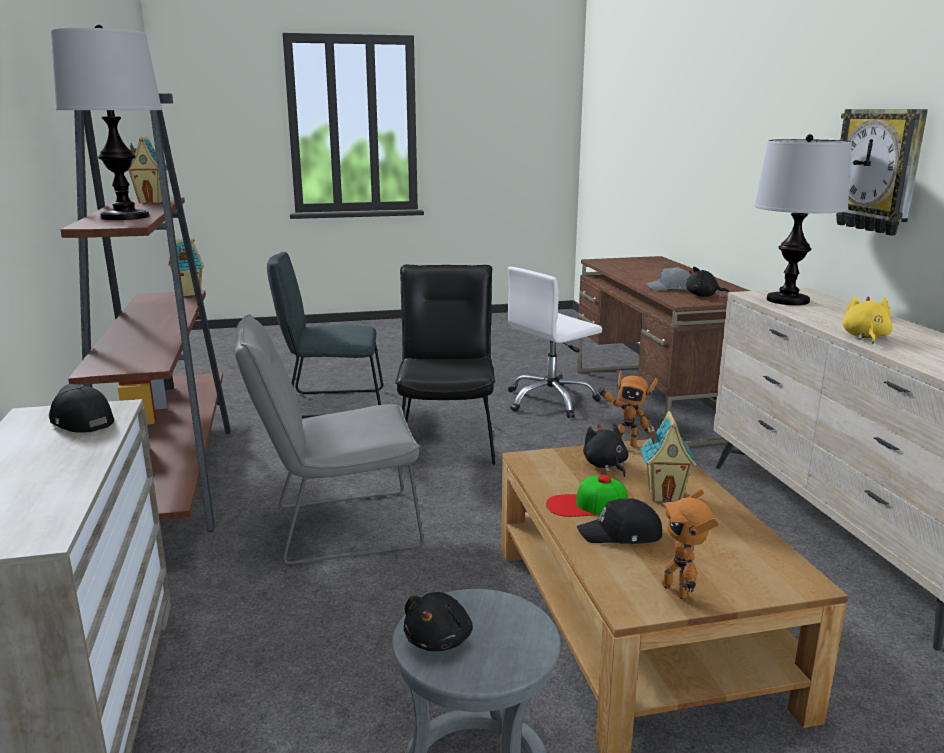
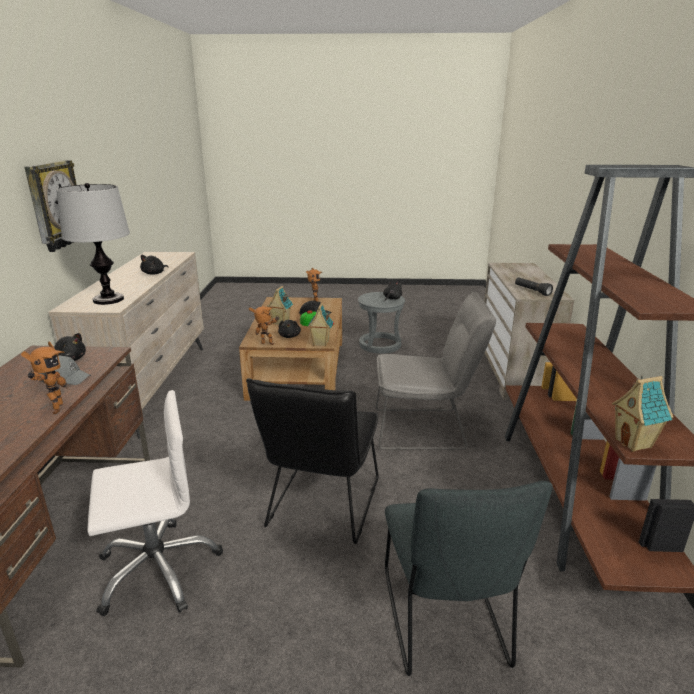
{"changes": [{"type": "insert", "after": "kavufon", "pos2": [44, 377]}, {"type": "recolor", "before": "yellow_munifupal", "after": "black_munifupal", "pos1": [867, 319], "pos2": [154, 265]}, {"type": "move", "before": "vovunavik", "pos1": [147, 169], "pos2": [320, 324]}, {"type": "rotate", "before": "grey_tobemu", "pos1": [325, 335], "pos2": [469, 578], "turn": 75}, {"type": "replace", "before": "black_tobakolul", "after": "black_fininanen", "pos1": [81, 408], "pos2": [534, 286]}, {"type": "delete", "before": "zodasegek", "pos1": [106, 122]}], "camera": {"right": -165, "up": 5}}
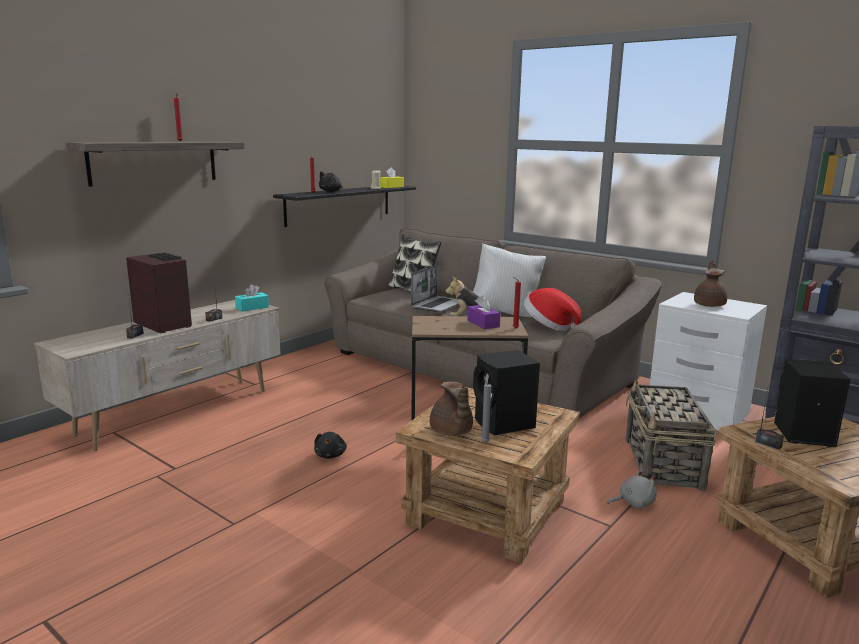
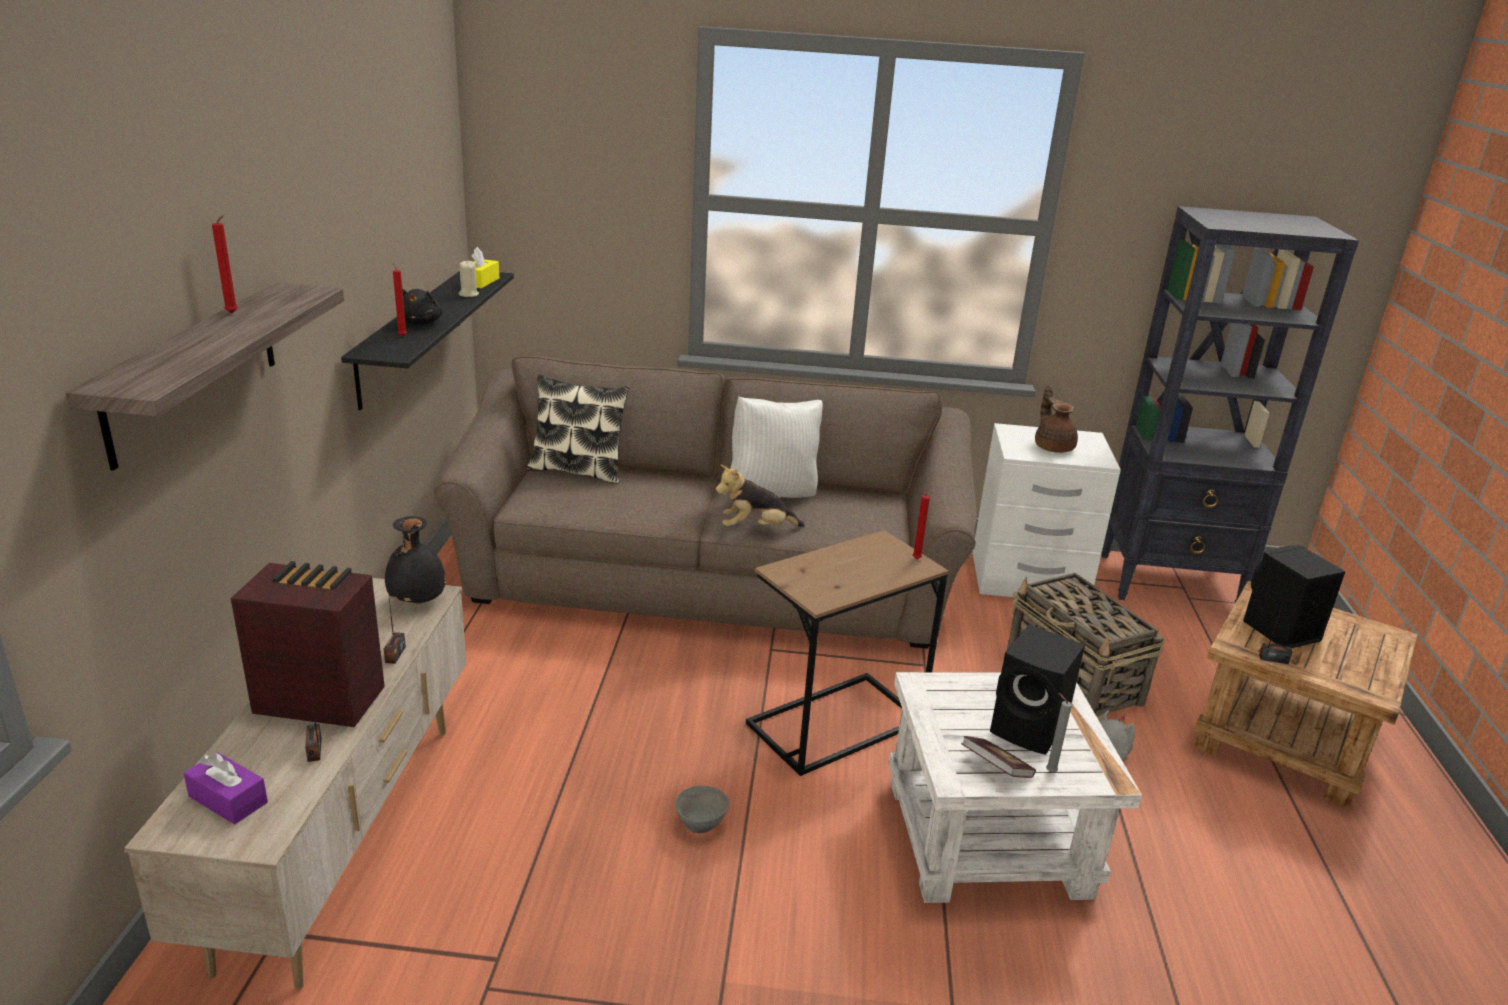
{"changes": [{"type": "move", "before": "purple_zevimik", "pos1": [484, 312], "pos2": [225, 788]}, {"type": "replace", "before": "turquoise_zevimik", "after": "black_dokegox", "pos1": [252, 298], "pos2": [415, 560]}, {"type": "replace", "before": "black_munifupal", "after": "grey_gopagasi", "pos1": [330, 445], "pos2": [702, 809]}, {"type": "recolor", "before": "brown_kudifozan", "after": "white_kudifozan", "pos1": [488, 475], "pos2": [1015, 787]}, {"type": "replace", "before": "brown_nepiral", "after": "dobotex", "pos1": [451, 409], "pos2": [998, 757]}, {"type": "delete", "before": "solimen", "pos1": [434, 288]}, {"type": "delete", "before": "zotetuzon", "pos1": [553, 309]}], "camera": {"right": -35, "up": 10}}
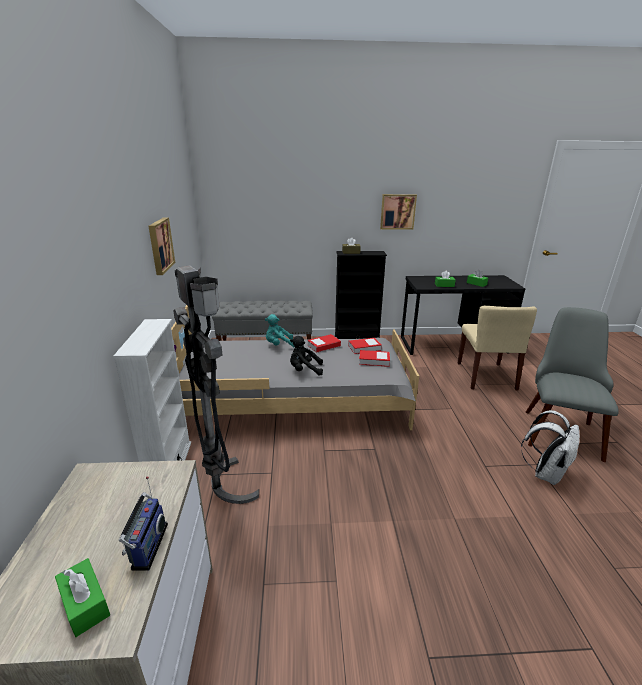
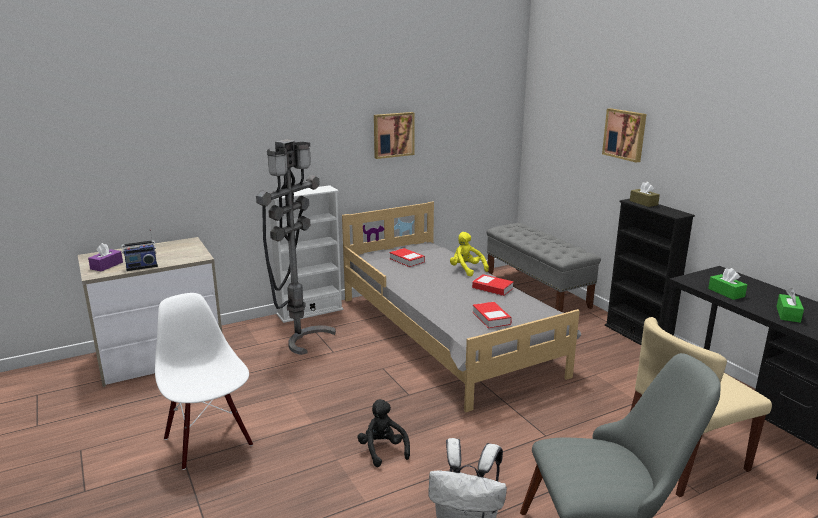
{"changes": [{"type": "recolor", "before": "green_zevimik", "after": "purple_zevimik", "pos1": [82, 597], "pos2": [105, 257]}, {"type": "insert", "after": "white_tobemu", "pos2": [204, 381]}, {"type": "move", "before": "black_munifupal", "pos1": [306, 356], "pos2": [383, 433]}, {"type": "move", "before": "dobotex", "pos1": [364, 346], "pos2": [407, 257]}, {"type": "recolor", "before": "turquoise_munifupal", "after": "yellow_munifupal", "pos1": [279, 330], "pos2": [469, 254]}, {"type": "move", "before": "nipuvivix", "pos1": [398, 212], "pos2": [624, 135]}], "camera": {"right": 65, "up": -5}}
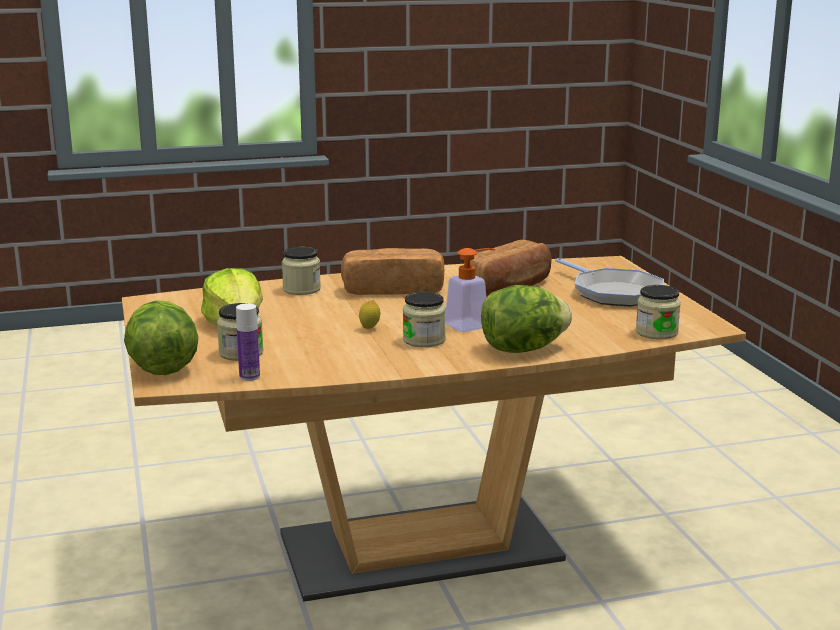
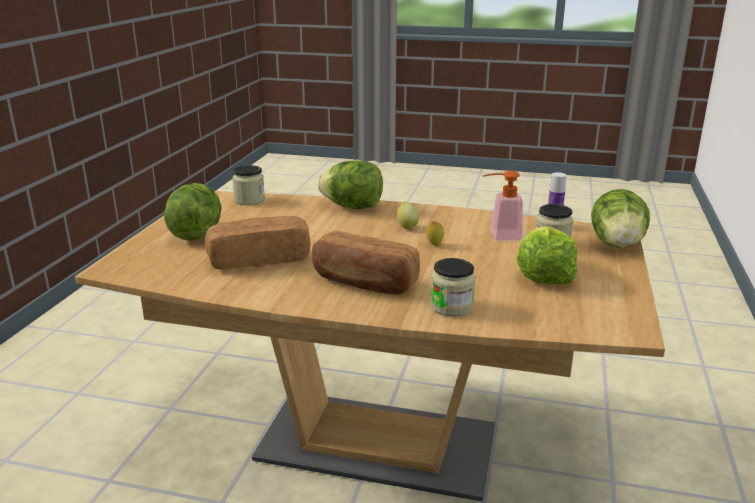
{"changes": [{"type": "replace", "before": "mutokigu", "after": "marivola", "pos1": [609, 282], "pos2": [192, 212]}, {"type": "replace", "before": "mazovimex", "after": "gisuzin", "pos1": [424, 319], "pos2": [408, 215]}, {"type": "move", "before": "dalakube", "pos1": [470, 290], "pos2": [503, 205]}], "camera": {"right": -150, "up": 5}}
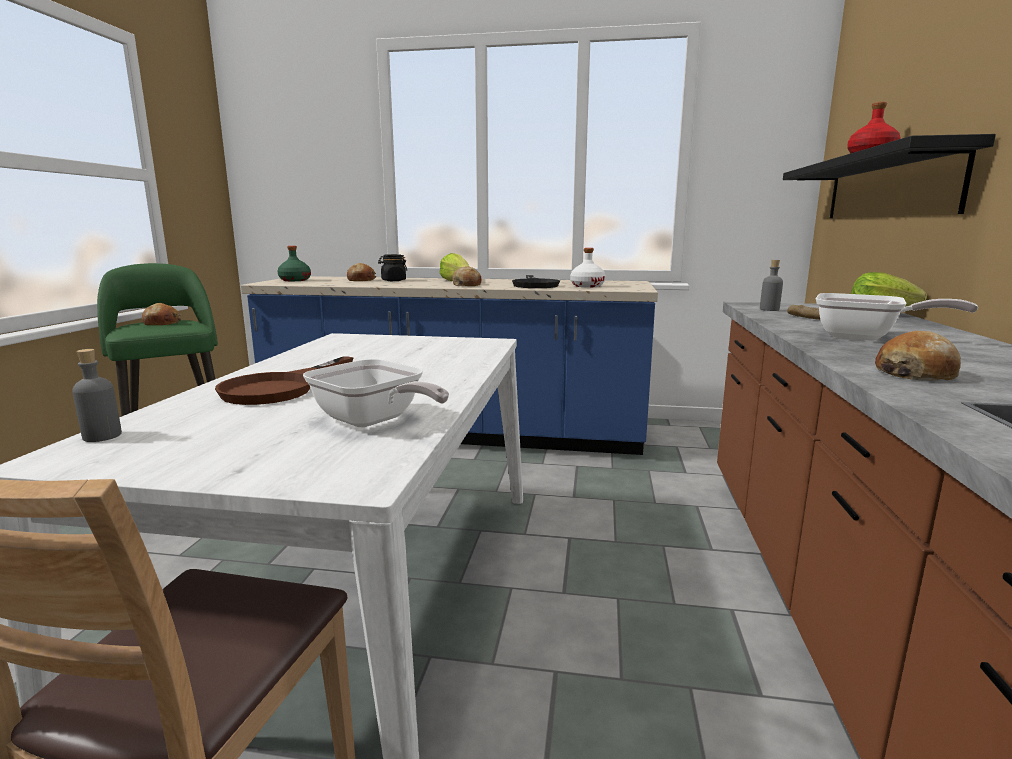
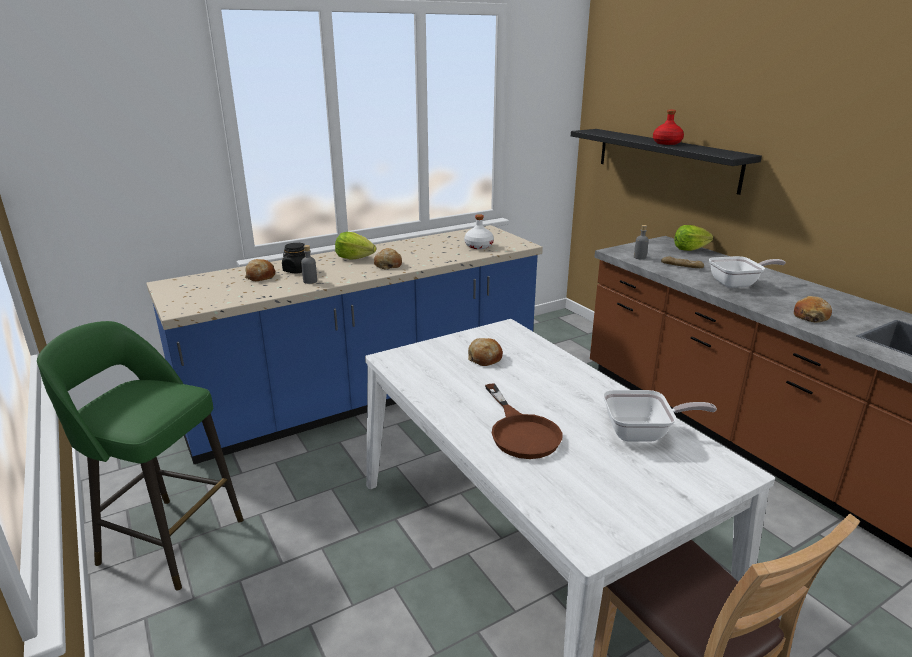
{"changes": [{"type": "move", "before": "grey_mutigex", "pos1": [97, 395], "pos2": [309, 264]}, {"type": "move", "before": "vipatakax", "pos1": [161, 314], "pos2": [485, 352]}, {"type": "delete", "before": "green_mutigex", "pos1": [294, 263]}, {"type": "delete", "before": "black_mutokigu", "pos1": [536, 281]}], "camera": {"right": -40, "up": 10}}
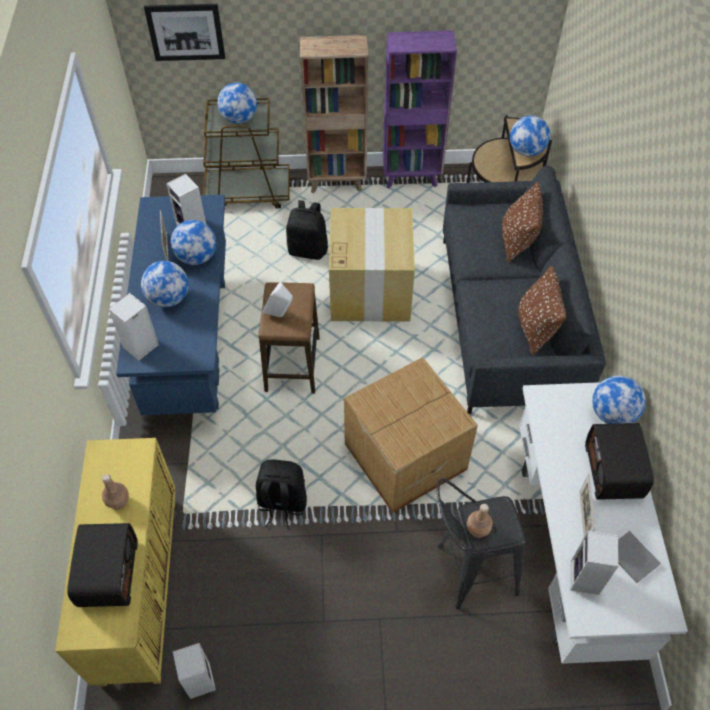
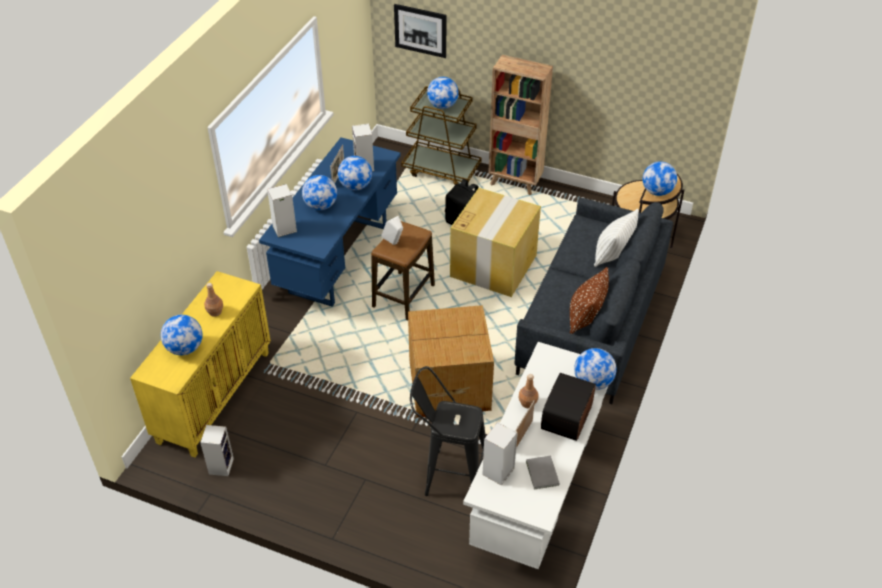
{"changes": [{"type": "replace", "before": "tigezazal", "after": "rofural", "pos1": [102, 565], "pos2": [182, 335]}, {"type": "move", "before": "brown_mutigex", "pos1": [480, 521], "pos2": [528, 391]}, {"type": "recolor", "before": "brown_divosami", "after": "white_divosami", "pos1": [522, 222], "pos2": [616, 238]}, {"type": "delete", "before": "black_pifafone", "pos1": [281, 494]}, {"type": "delete", "before": "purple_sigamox", "pos1": [420, 110]}], "camera": {"right": 25, "up": -10}}
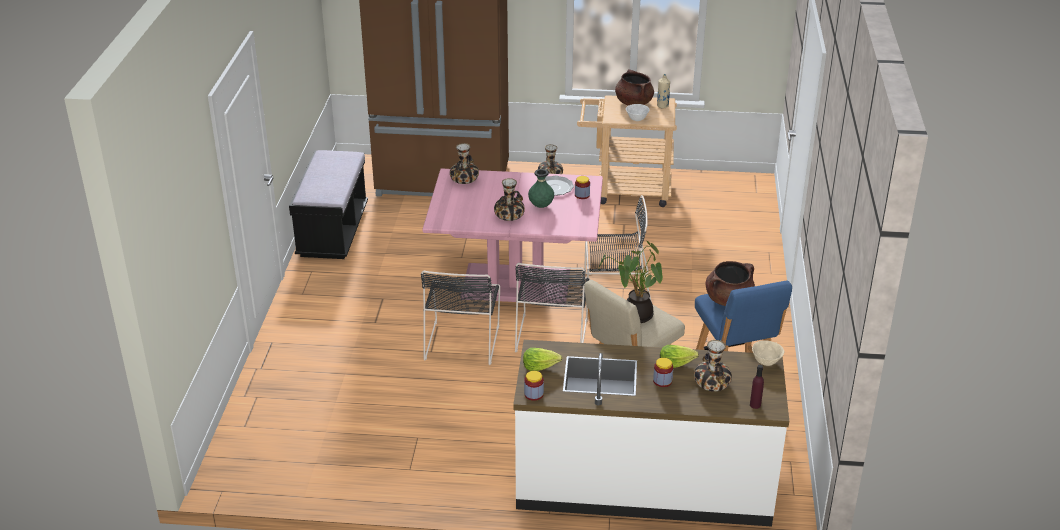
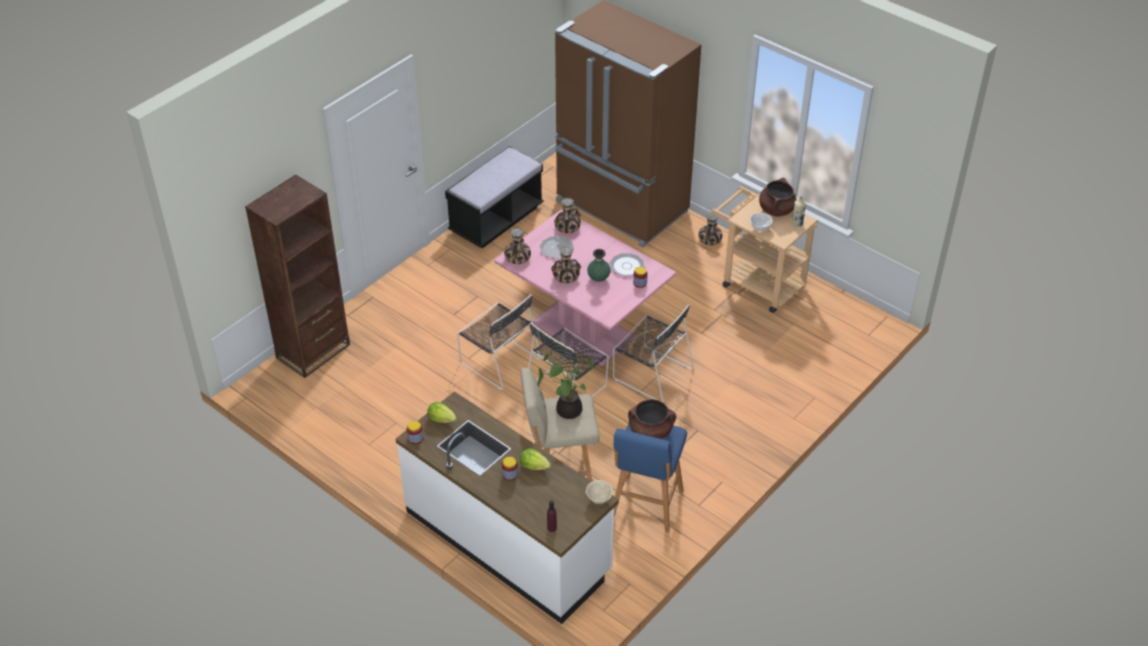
{"changes": [{"type": "insert", "after": "brown_sigamox", "pos2": [297, 276]}, {"type": "rotate", "before": "black_tobemu", "pos1": [460, 317], "pos2": [499, 342], "turn": -90}, {"type": "move", "before": "dokegox", "pos1": [713, 366], "pos2": [517, 246]}, {"type": "insert", "after": "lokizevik", "pos2": [557, 247]}], "camera": {"right": 35, "up": 10}}
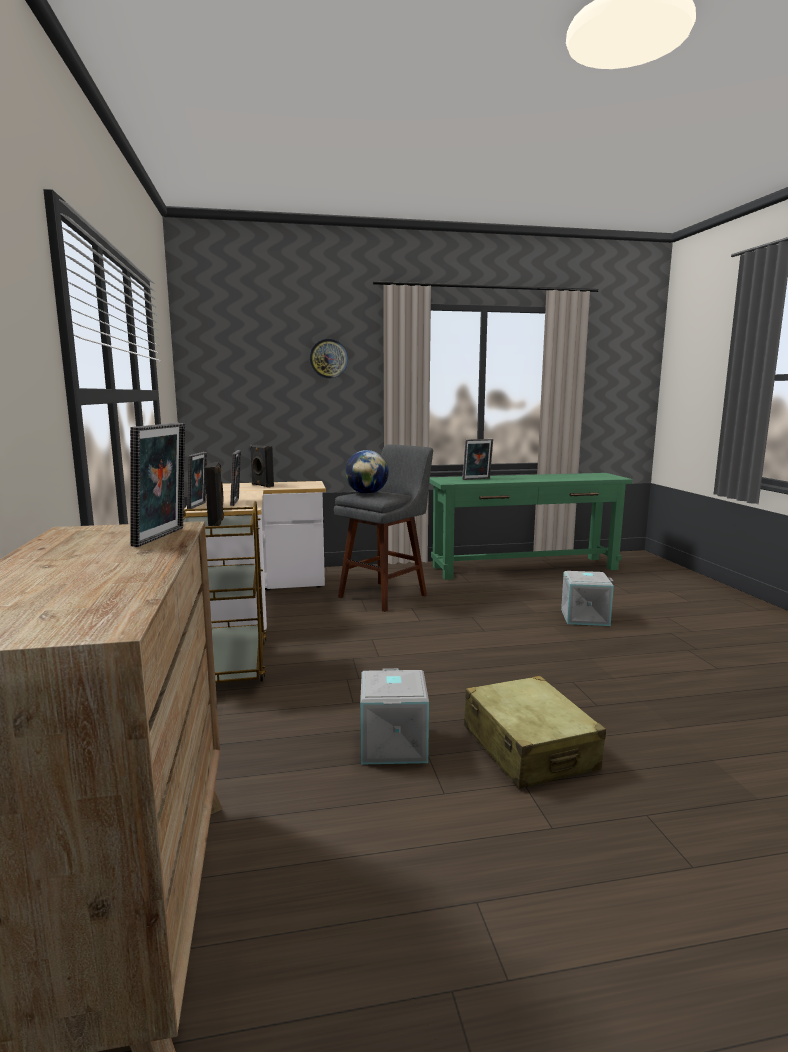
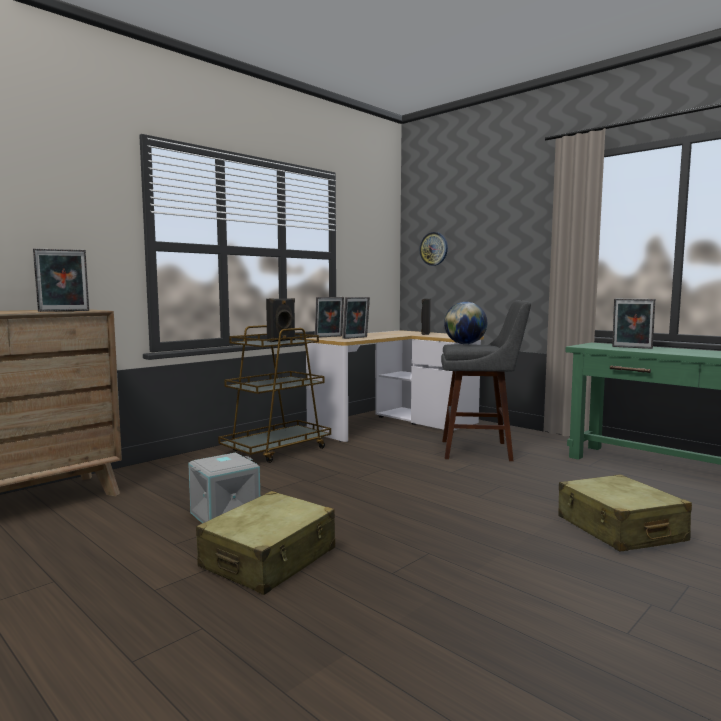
{"changes": [{"type": "move", "before": "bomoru", "pos1": [329, 358], "pos2": [434, 249]}, {"type": "replace", "before": "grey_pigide", "after": "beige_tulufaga", "pos1": [587, 598], "pos2": [625, 512]}], "camera": {"right": 55, "up": -5}}
